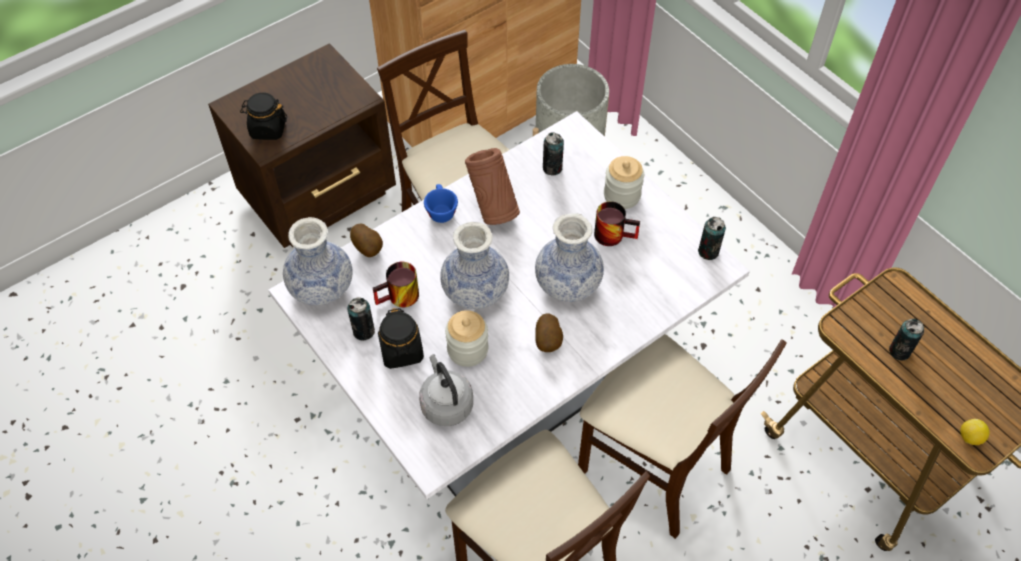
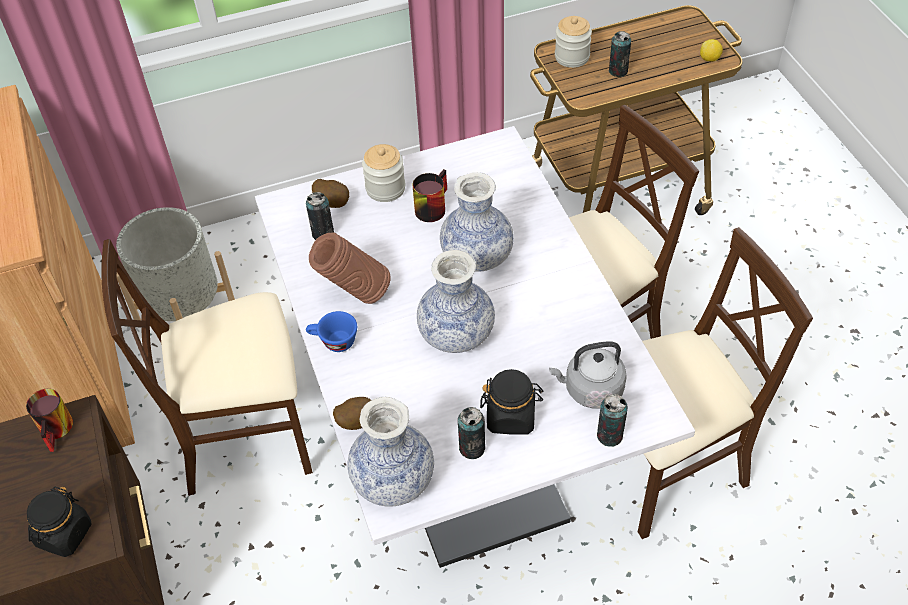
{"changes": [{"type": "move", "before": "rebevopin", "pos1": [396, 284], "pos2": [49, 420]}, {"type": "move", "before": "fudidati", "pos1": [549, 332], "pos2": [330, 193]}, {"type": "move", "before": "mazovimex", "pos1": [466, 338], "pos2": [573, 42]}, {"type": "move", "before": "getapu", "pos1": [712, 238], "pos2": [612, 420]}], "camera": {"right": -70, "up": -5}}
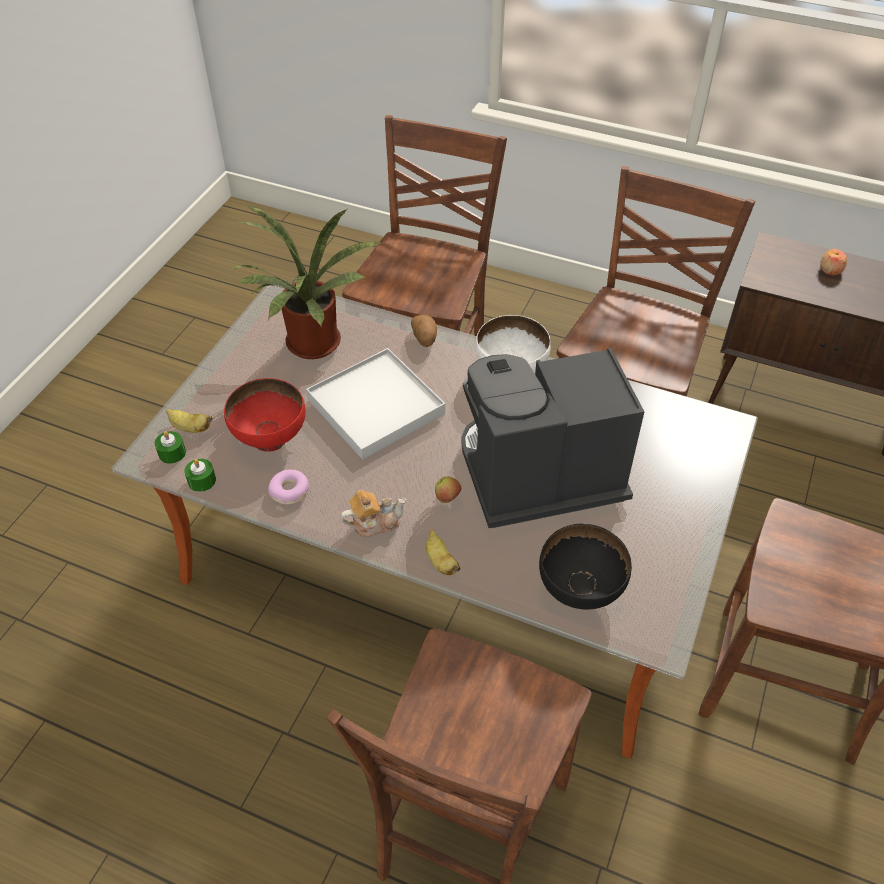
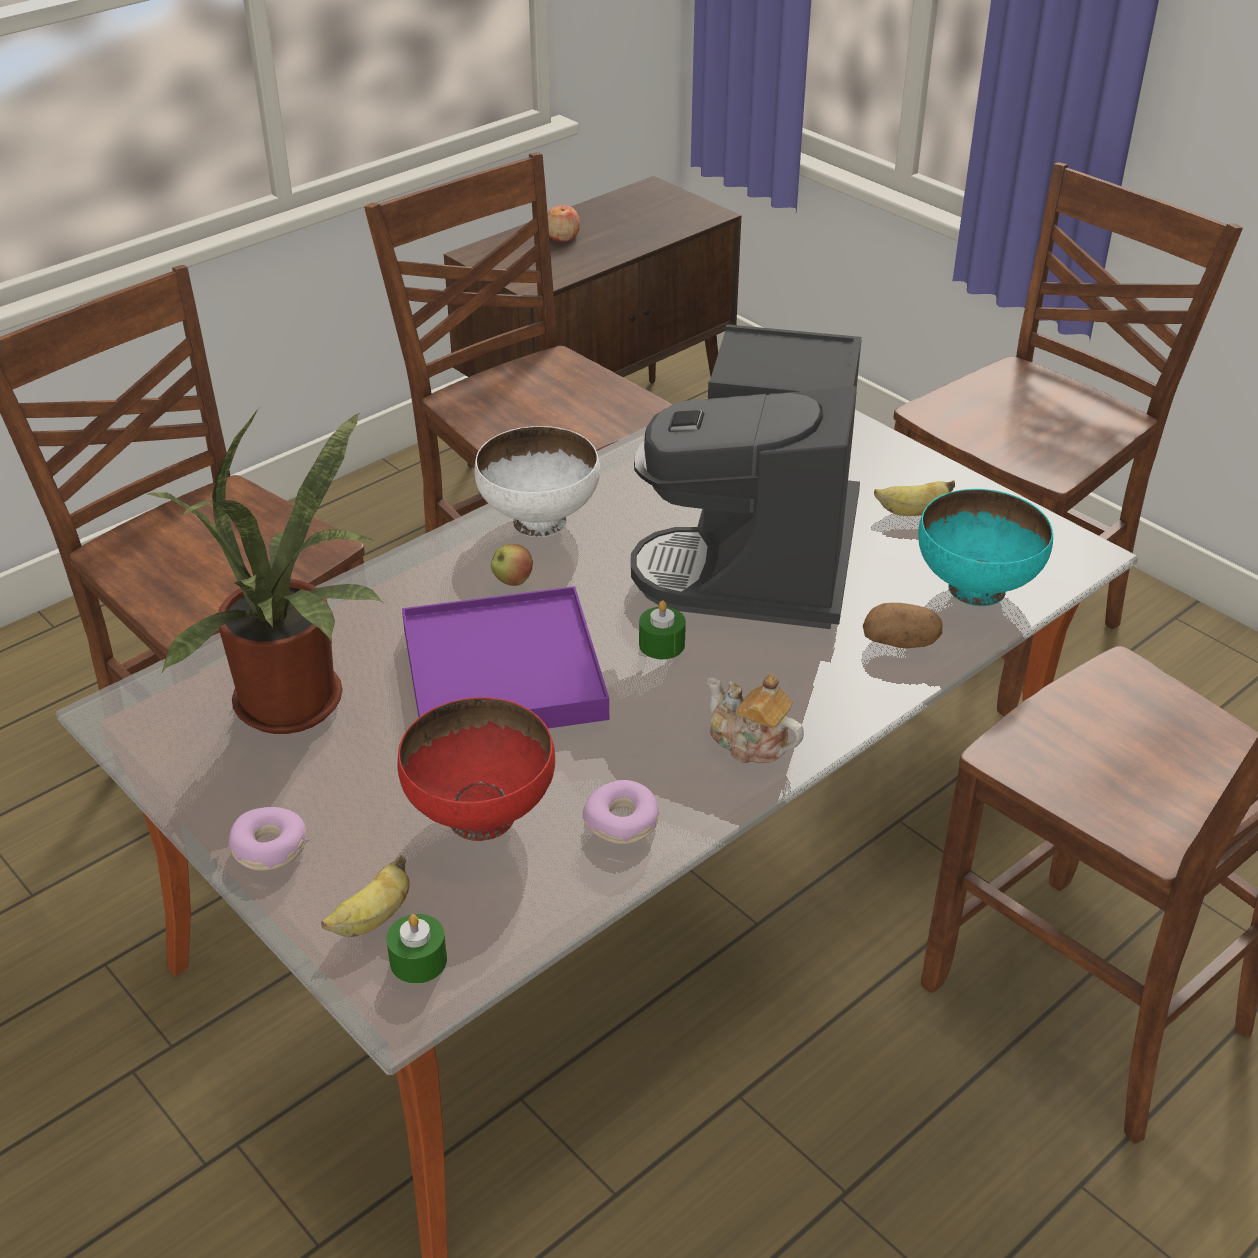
{"changes": [{"type": "insert", "after": "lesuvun", "pos2": [268, 839]}, {"type": "recolor", "before": "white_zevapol", "after": "purple_zevapol", "pos1": [375, 404], "pos2": [505, 657]}, {"type": "move", "before": "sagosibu", "pos1": [448, 489], "pos2": [512, 565]}, {"type": "move", "before": "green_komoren", "pos1": [200, 475], "pos2": [662, 630]}, {"type": "rotate", "before": "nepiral", "pos1": [373, 513], "pos2": [755, 718], "turn": -60}, {"type": "move", "before": "fudidati", "pos1": [424, 331], "pos2": [903, 625]}, {"type": "move", "before": "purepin", "pos1": [443, 552], "pos2": [914, 498]}, {"type": "recolor", "before": "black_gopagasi", "after": "turquoise_gopagasi", "pos1": [585, 567], "pos2": [985, 547]}], "camera": {"right": -65, "up": -10}}
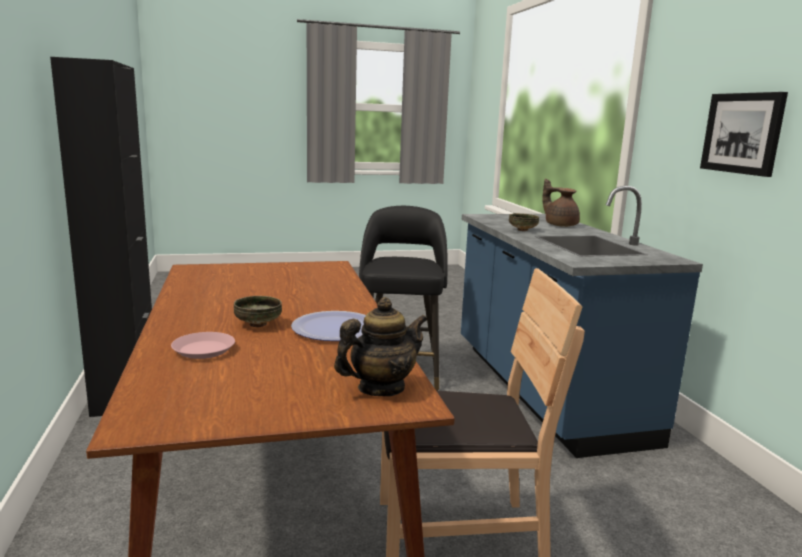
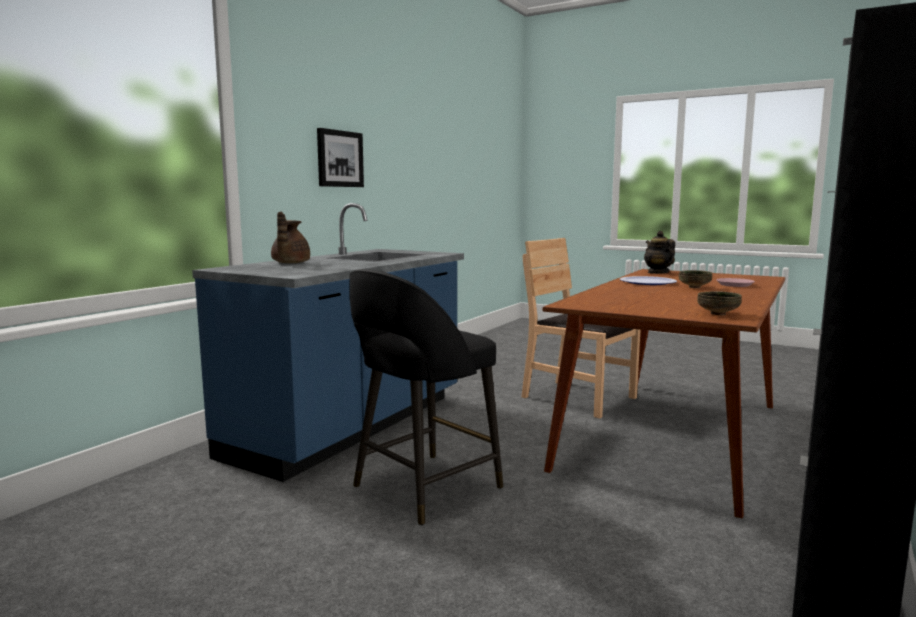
{"changes": [{"type": "rotate", "before": "nepiral", "pos1": [381, 346], "pos2": [659, 252], "turn": 60}, {"type": "move", "before": "gopagasi", "pos1": [524, 222], "pos2": [719, 303]}], "camera": {"right": -135, "up": -5}}
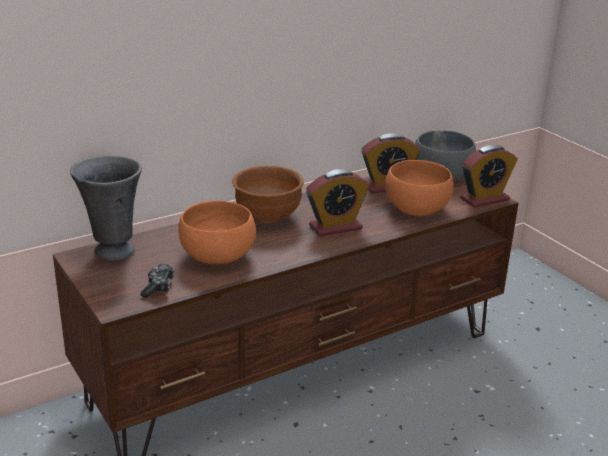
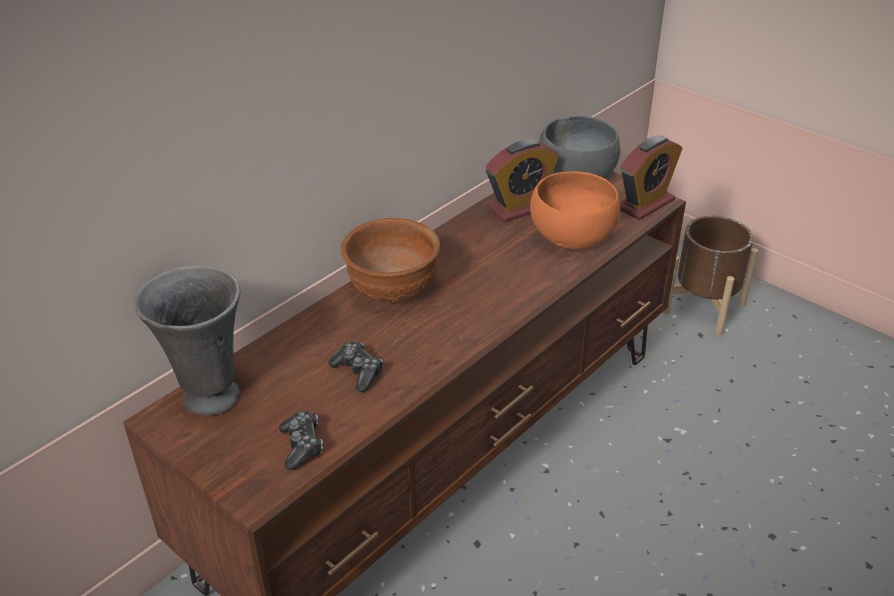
{"changes": [{"type": "replace", "before": "orange_gopagasi", "after": "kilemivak", "pos1": [217, 233], "pos2": [355, 366]}, {"type": "insert", "after": "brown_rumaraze", "pos2": [710, 276]}, {"type": "delete", "before": "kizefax", "pos1": [337, 203]}], "camera": {"right": -15, "up": 10}}
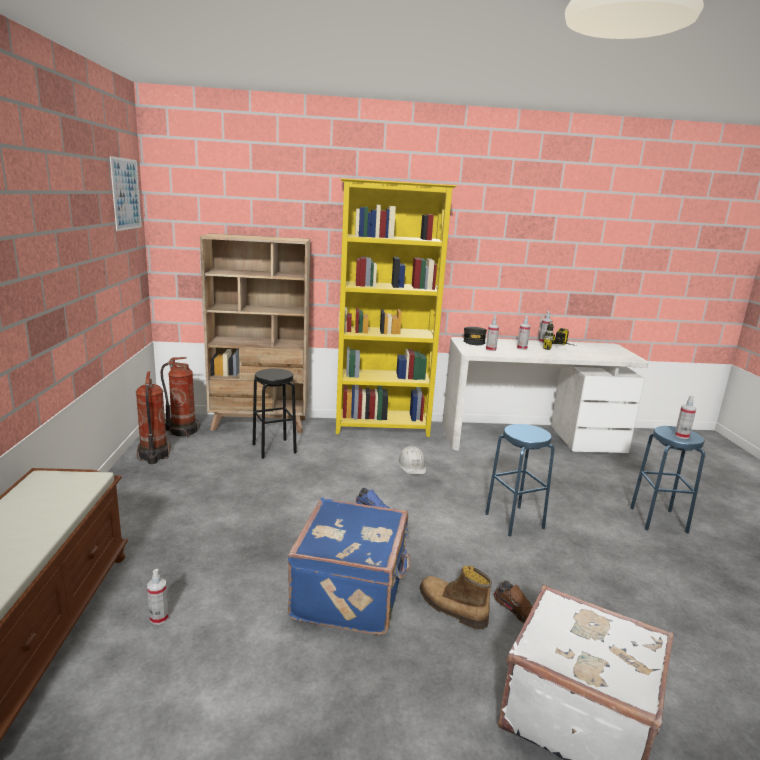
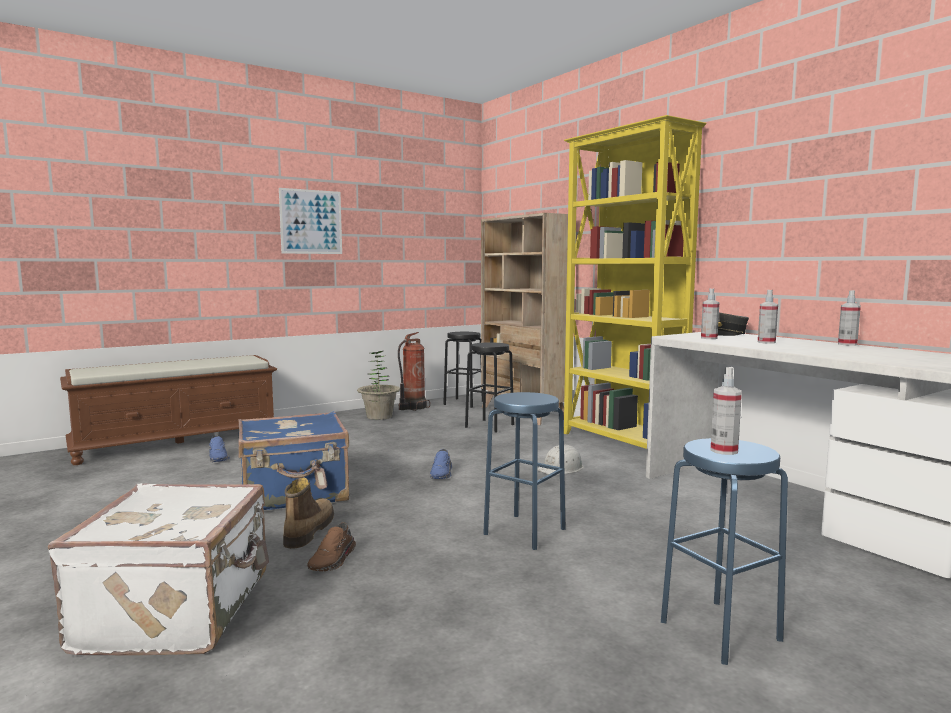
{"changes": [{"type": "replace", "before": "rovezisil", "after": "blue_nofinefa", "pos1": [158, 597], "pos2": [219, 448]}, {"type": "move", "before": "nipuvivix", "pos1": [126, 193], "pos2": [310, 221]}, {"type": "insert", "after": "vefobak", "pos2": [379, 385]}, {"type": "replace", "before": "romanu", "after": "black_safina", "pos1": [180, 397], "pos2": [463, 370]}, {"type": "delete", "before": "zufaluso", "pos1": [559, 335]}], "camera": {"right": 60, "up": -10}}
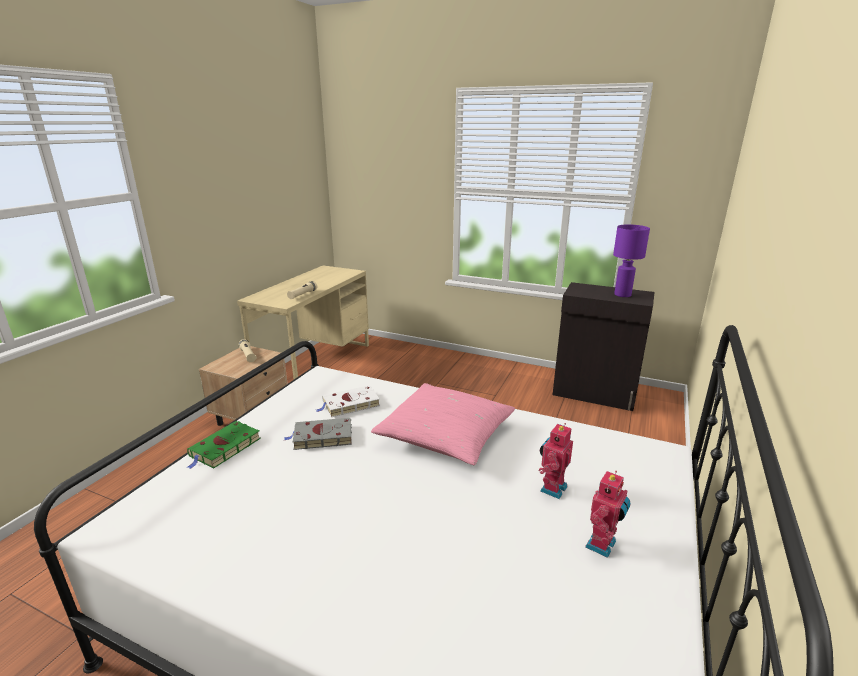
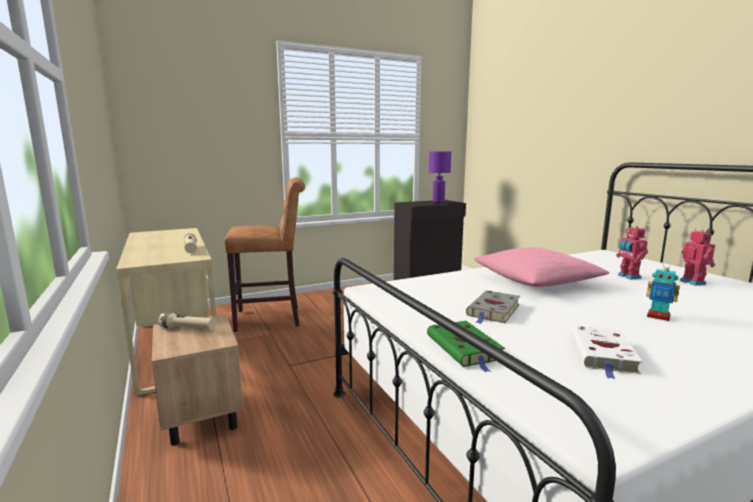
{"changes": [{"type": "insert", "after": "brown_safina", "pos2": [265, 255]}, {"type": "move", "before": "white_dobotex", "pos1": [348, 401], "pos2": [607, 353]}, {"type": "insert", "after": "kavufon", "pos2": [663, 291]}], "camera": {"right": -50, "up": -10}}
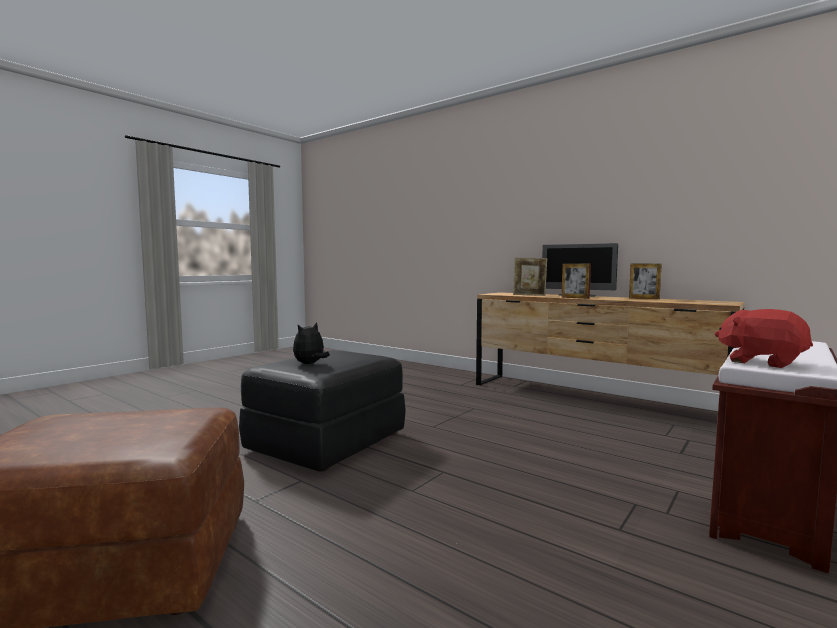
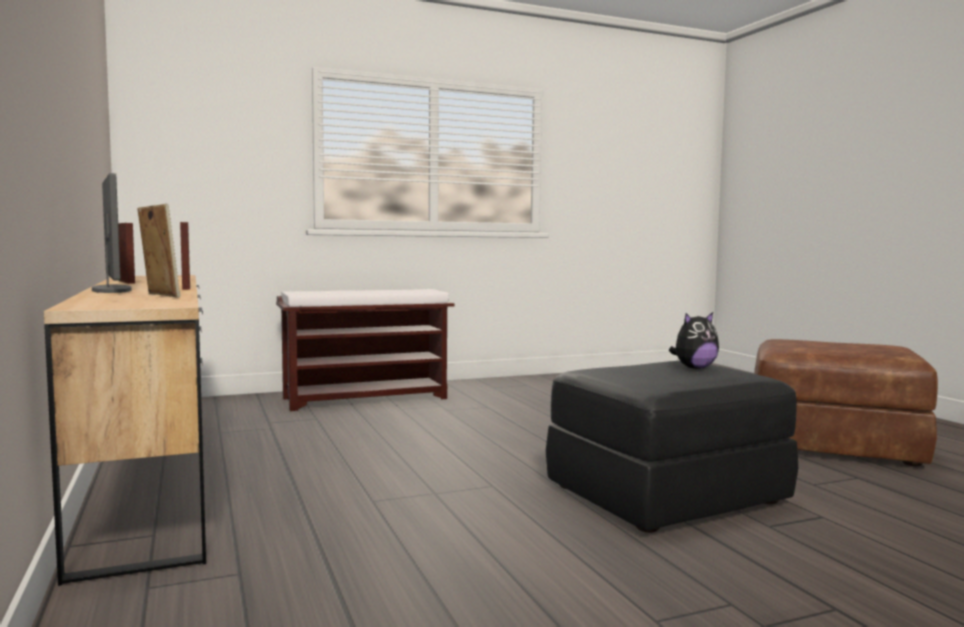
{"changes": [{"type": "delete", "before": "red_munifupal", "pos1": [764, 338]}], "camera": {"right": -150, "up": 0}}
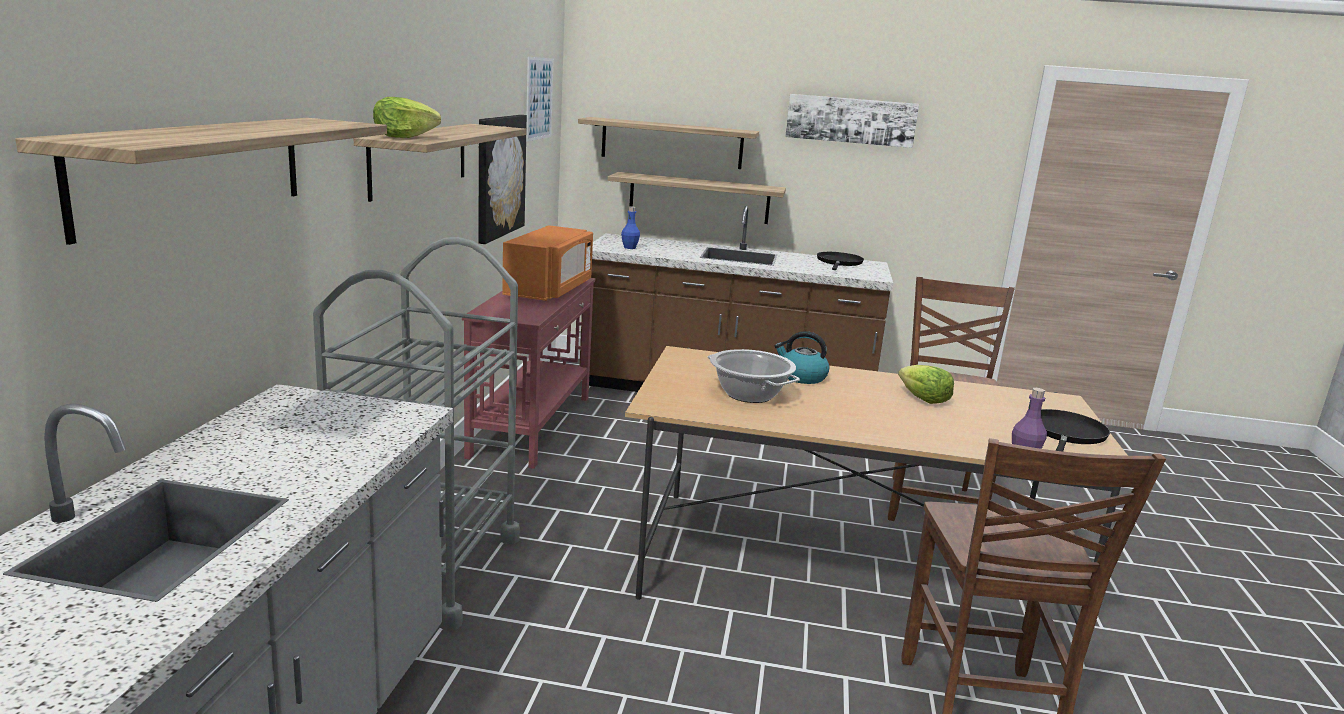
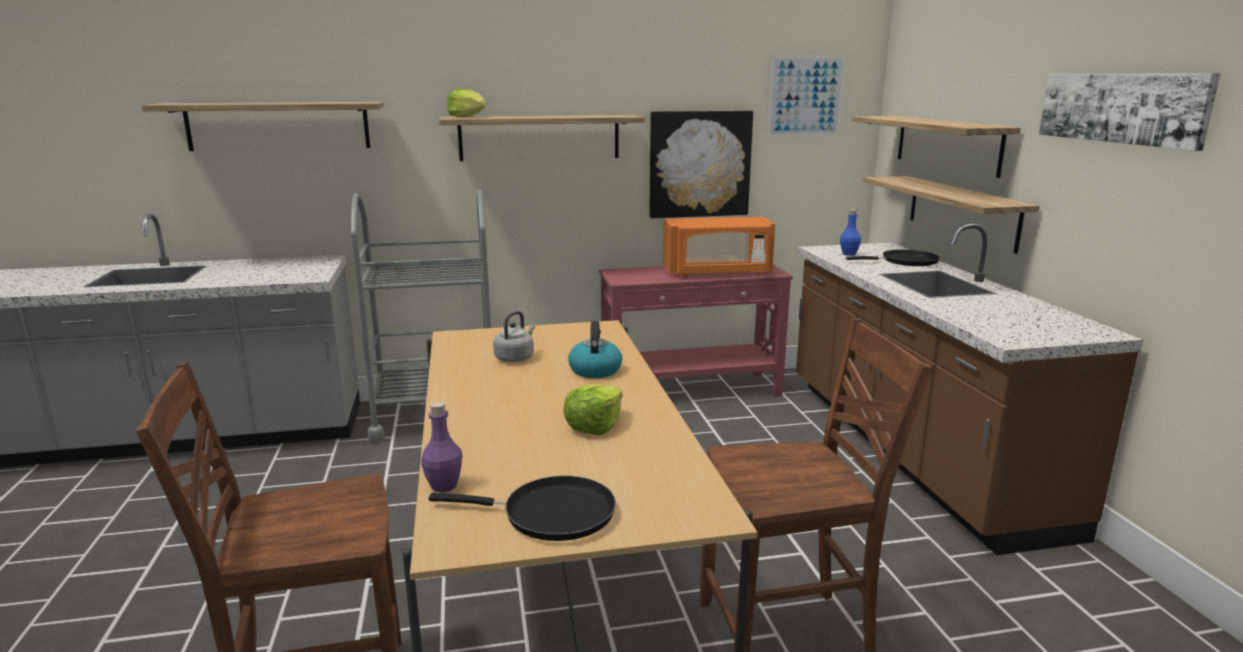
{"changes": [{"type": "replace", "before": "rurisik", "after": "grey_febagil", "pos1": [754, 376], "pos2": [514, 336]}, {"type": "move", "before": "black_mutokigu", "pos1": [840, 261], "pos2": [893, 257]}], "camera": {"right": 70, "up": 0}}
